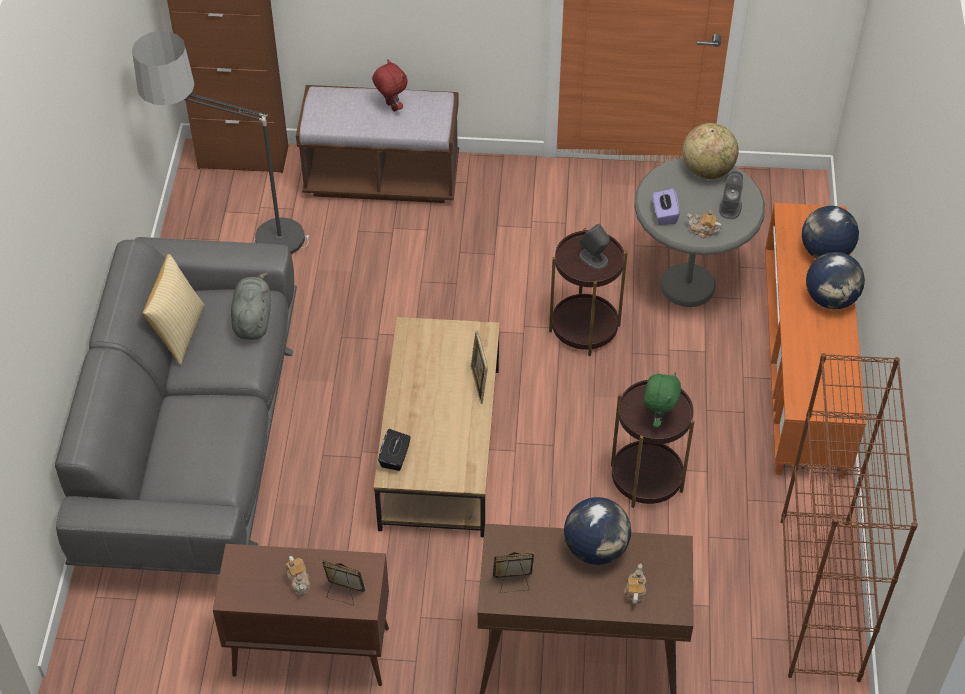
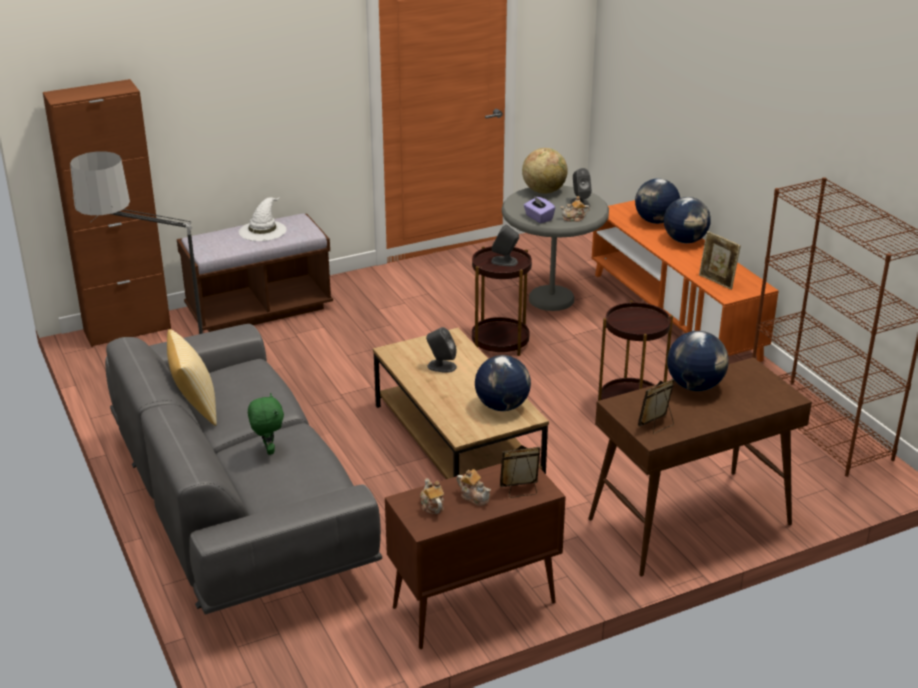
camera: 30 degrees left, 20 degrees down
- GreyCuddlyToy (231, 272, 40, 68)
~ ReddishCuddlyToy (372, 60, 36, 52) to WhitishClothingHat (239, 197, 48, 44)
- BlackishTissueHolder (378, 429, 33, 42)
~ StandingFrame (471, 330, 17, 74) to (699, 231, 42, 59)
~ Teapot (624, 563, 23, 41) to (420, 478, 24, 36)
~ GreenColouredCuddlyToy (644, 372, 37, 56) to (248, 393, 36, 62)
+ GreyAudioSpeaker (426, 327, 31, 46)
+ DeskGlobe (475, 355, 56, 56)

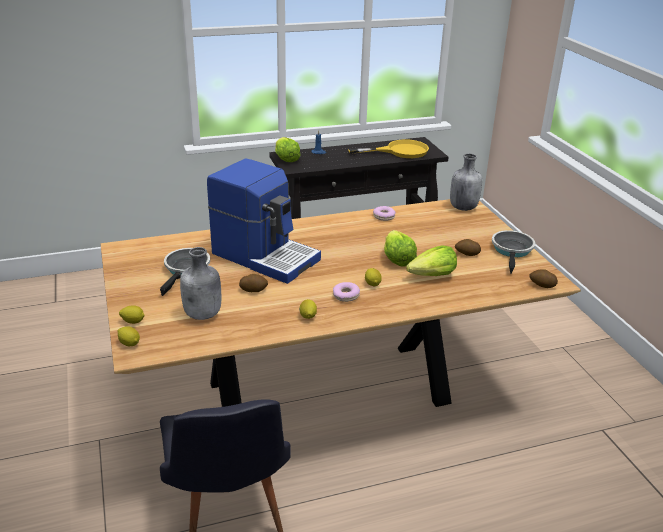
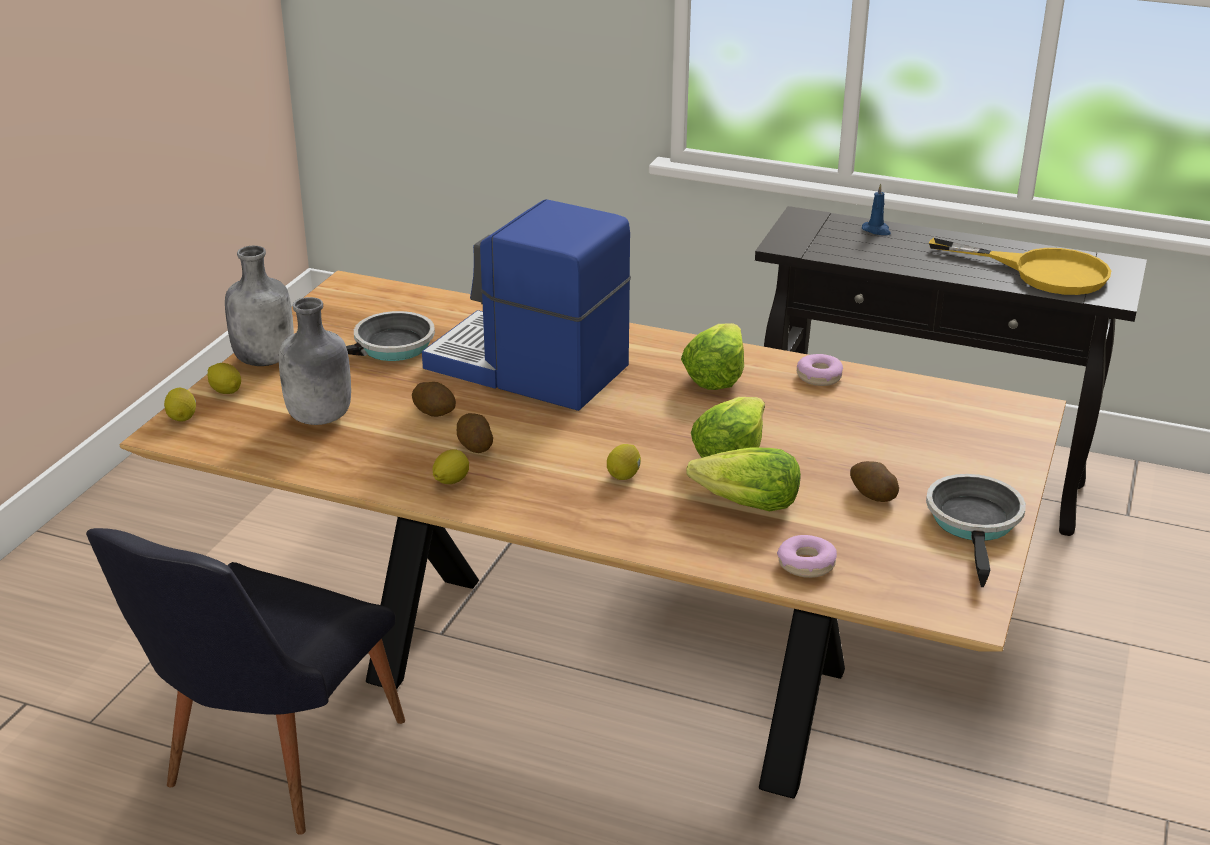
camera: 40 degrees right, 0 degrees up
~ CoffeeBrewer (207, 158, 114, 126) = (422, 200, 209, 211) 135 degrees clockwise
~ HeadOfLettuce (275, 137, 26, 25) to (681, 323, 63, 67)
~ Doughnut (333, 282, 27, 20) to (777, 535, 60, 43)
~ GreyDrinkBottle (450, 154, 32, 57) to (225, 246, 69, 120)
~ Pan (492, 230, 43, 44) = (926, 474, 100, 113) 45 degrees counterclockwise
~ WholePotato (530, 269, 28, 19) to (457, 413, 36, 40)

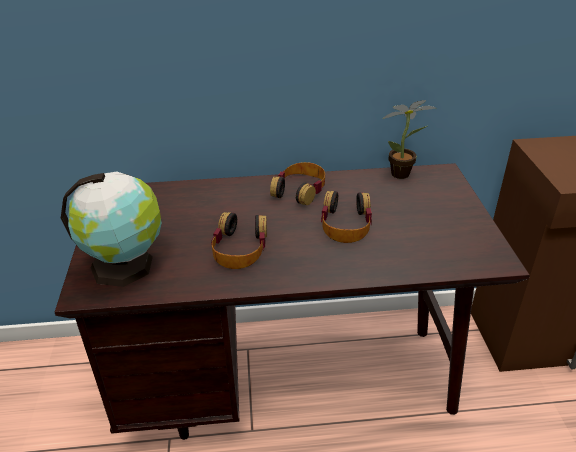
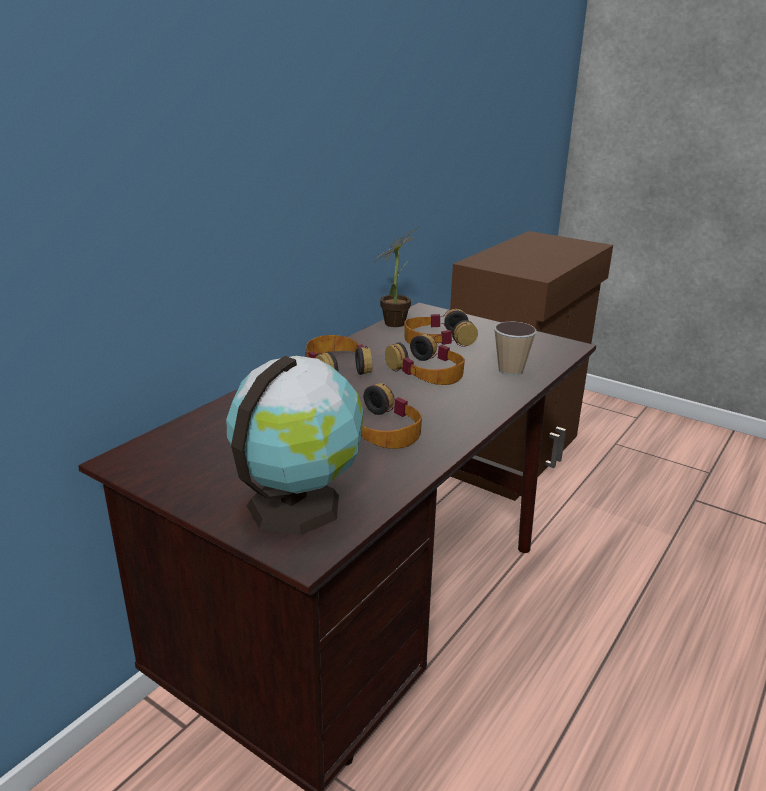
camera: 50 degrees left, 10 degrees down
+ Headphones (404, 308, 74, 39)
+ SmallCup (494, 321, 43, 55)

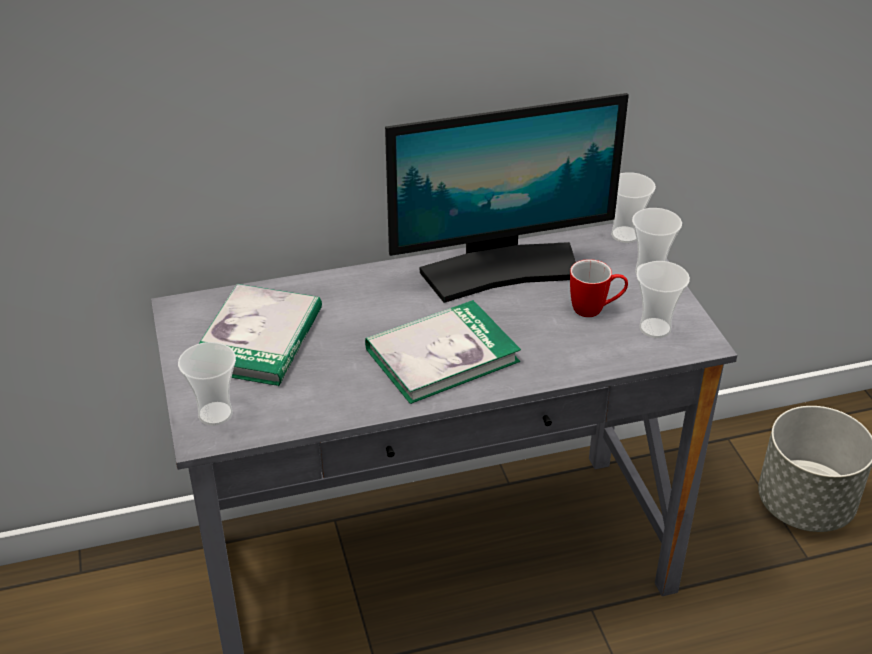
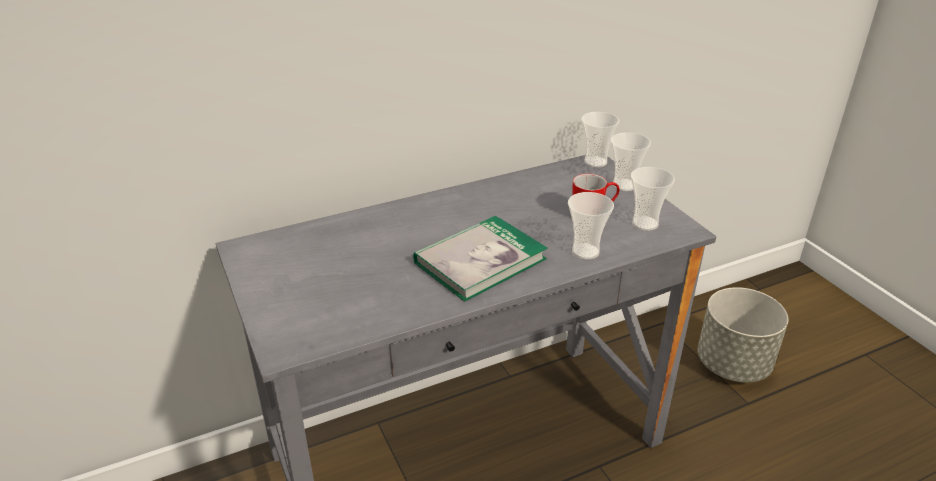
camera: 10 degrees left, 5 degrees down
~ SmallCup (178, 342, 58, 84) to (568, 192, 46, 68)
- BoundBook (199, 284, 123, 102)
- ComputerDisplay (385, 93, 244, 210)

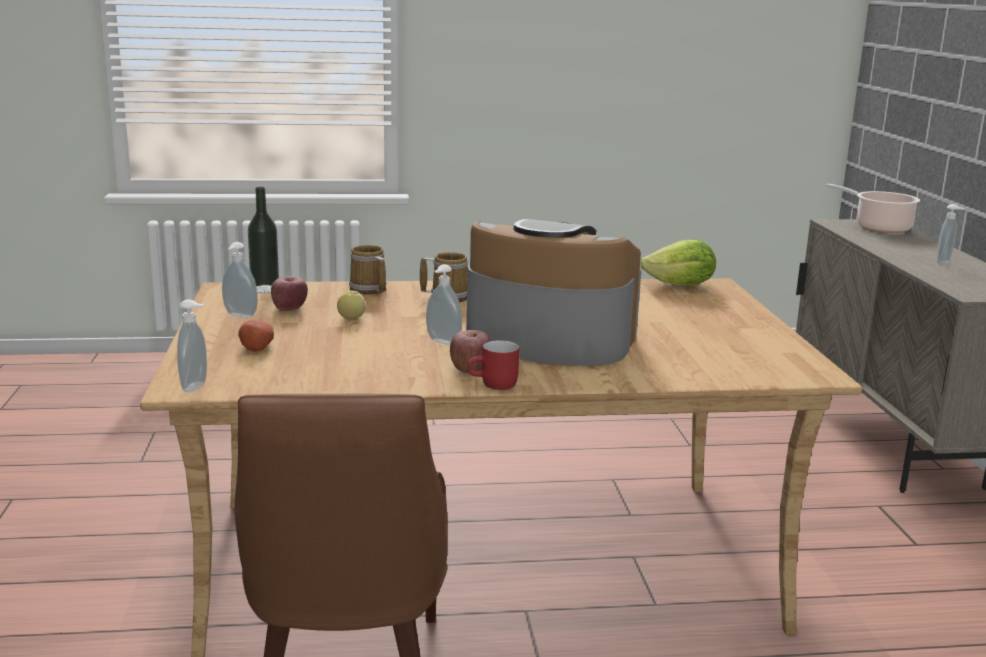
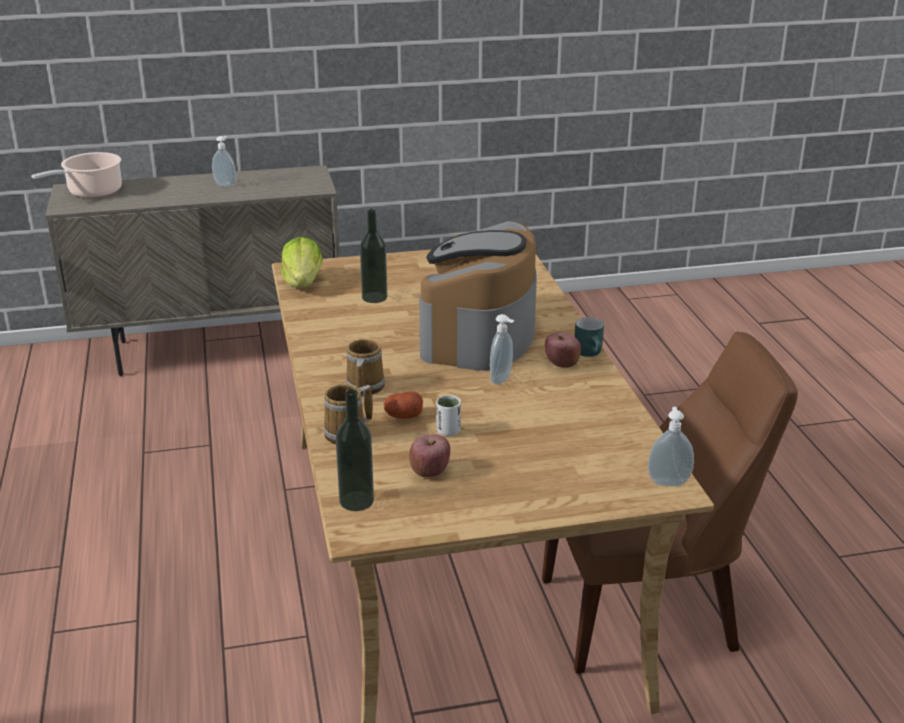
camera: 95 degrees left, 10 degrees up
- SoapDispenser (222, 242, 36, 76)
~ WholePotato (238, 320, 36, 31) to (384, 392, 39, 27)
~ WholeApple (337, 291, 29, 28) to WhitishSmallCup (436, 395, 25, 41)
~ ReddishTeaMug (467, 340, 53, 50) to TurquoiseColouredTeaMug (574, 317, 30, 40)
+ DrinkBottle (360, 209, 27, 94)

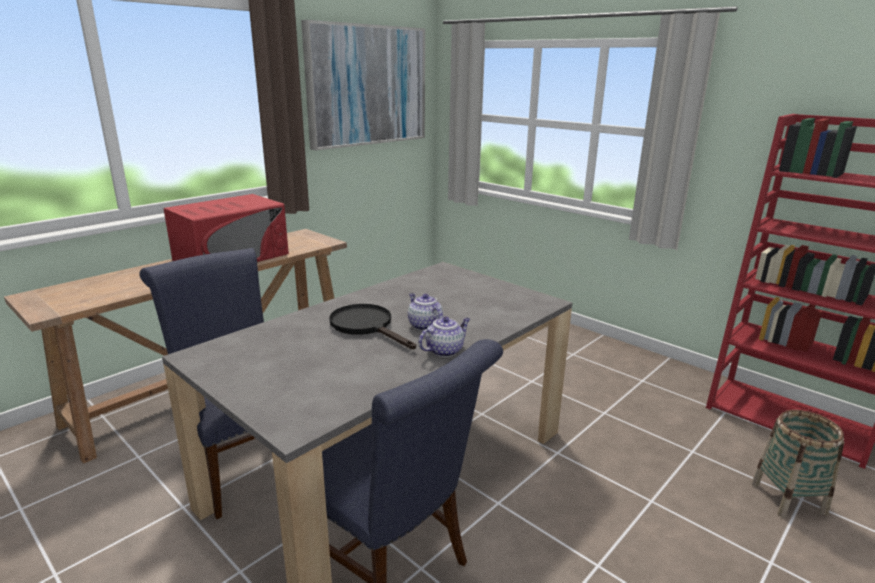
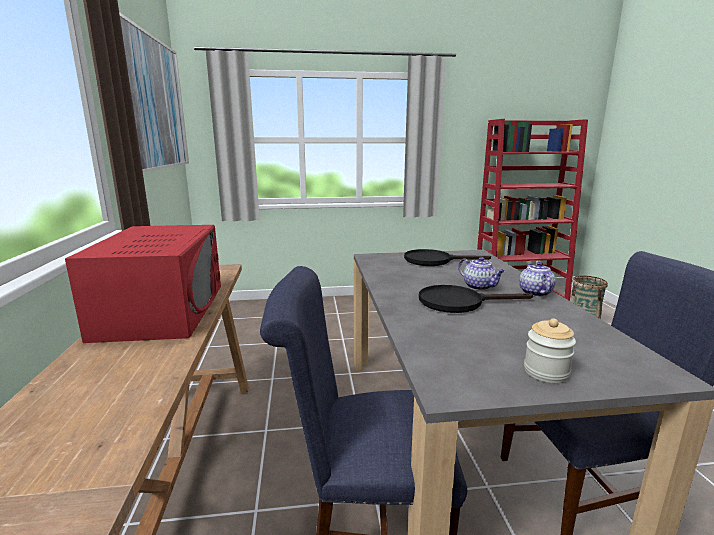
camera: 50 degrees left, 5 degrees down
~ Teapot (408, 293, 35, 38) = (458, 257, 47, 33) 135 degrees counterclockwise
+ BlackishPan (404, 249, 87, 17)
+ PreserveJar (524, 318, 52, 65)

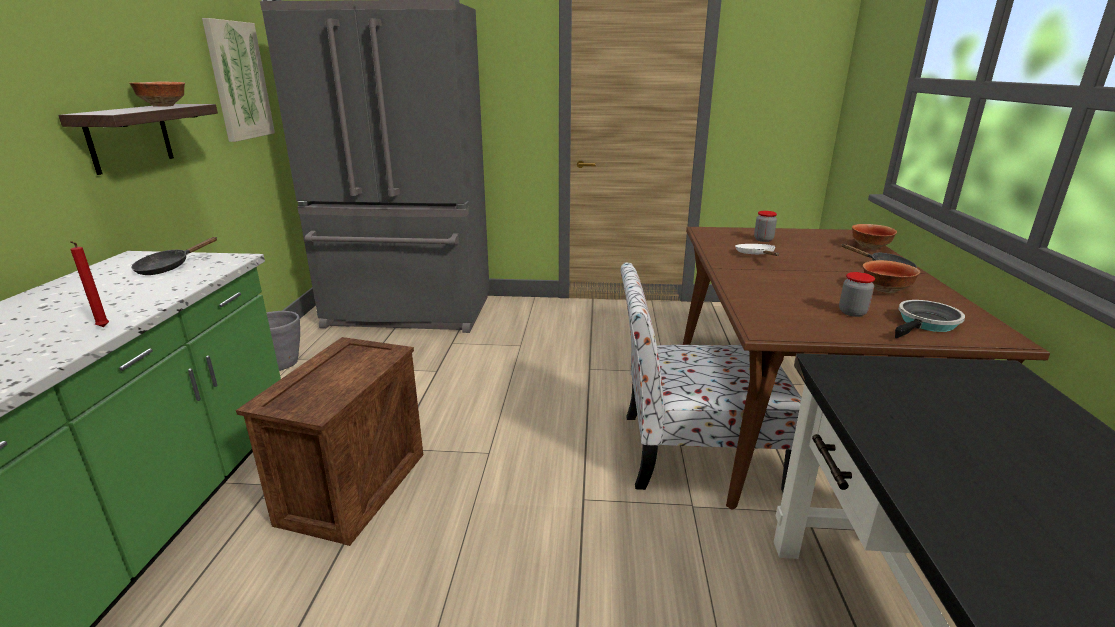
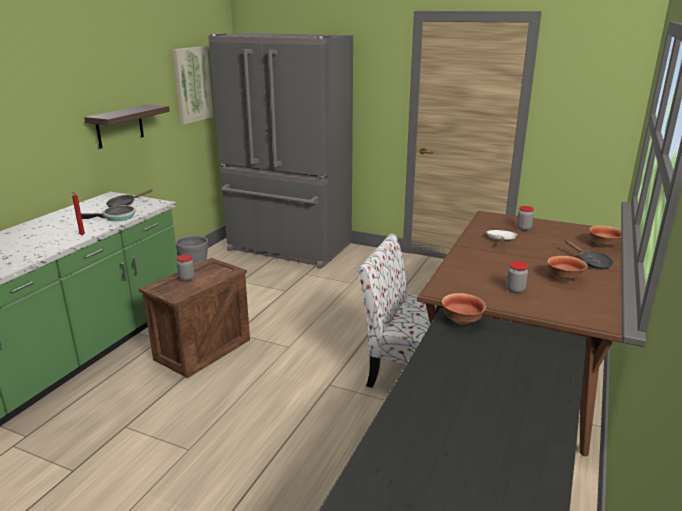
camera: 20 degrees right, 0 degrees up
~ Bowl (129, 81, 56, 26) to (442, 293, 44, 32)
~ Pan (895, 300, 70, 38) to (81, 205, 55, 16)
+ PreserveJar (177, 255, 18, 26)

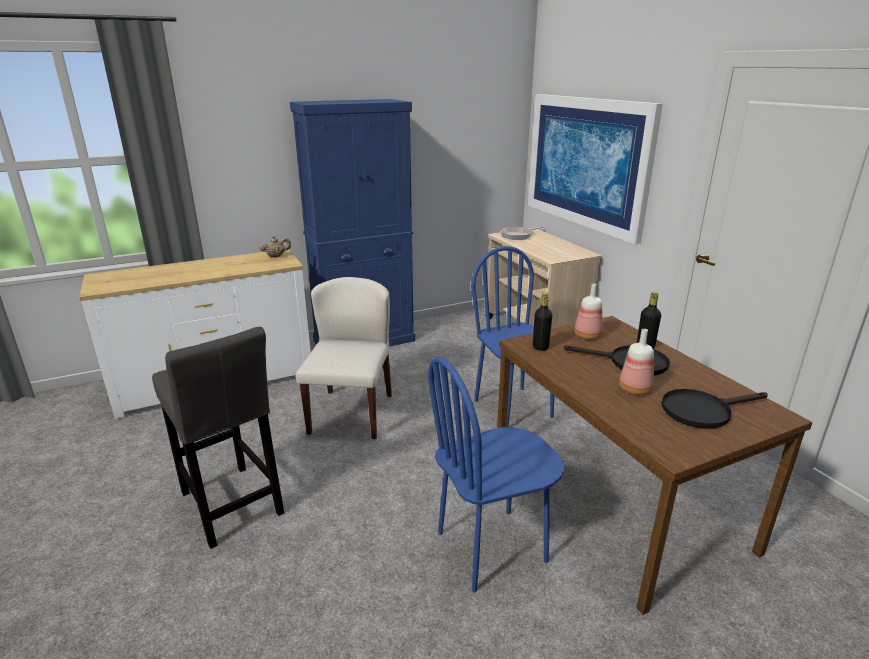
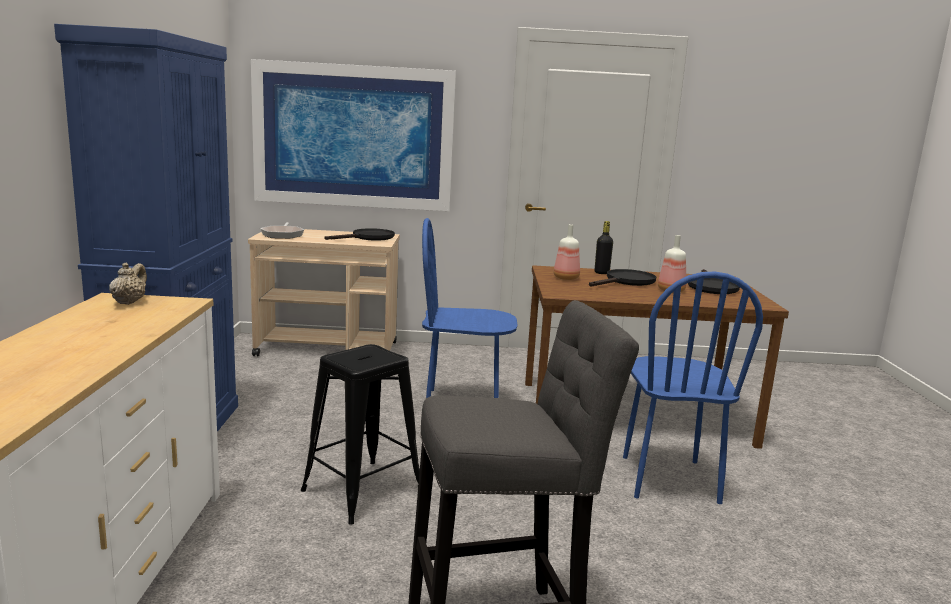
camera: 65 degrees left, 10 degrees down
~ BeigePlainChair (296, 277, 96, 162) to BlackishStool (301, 344, 119, 181)
- BlackishDrinkBottle (533, 292, 19, 59)
+ BlackishPan (325, 228, 70, 13)

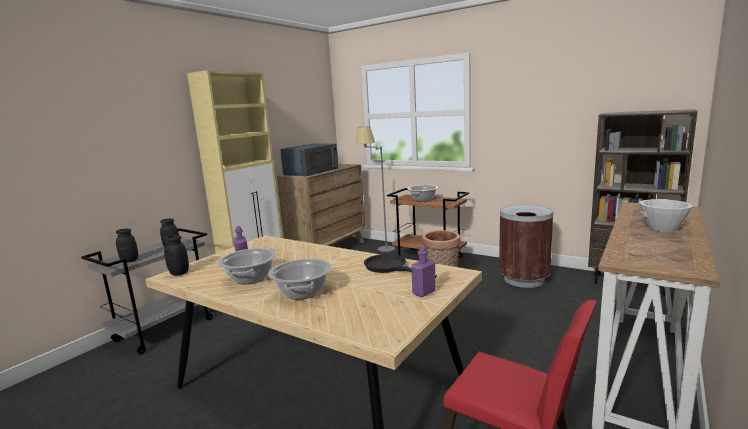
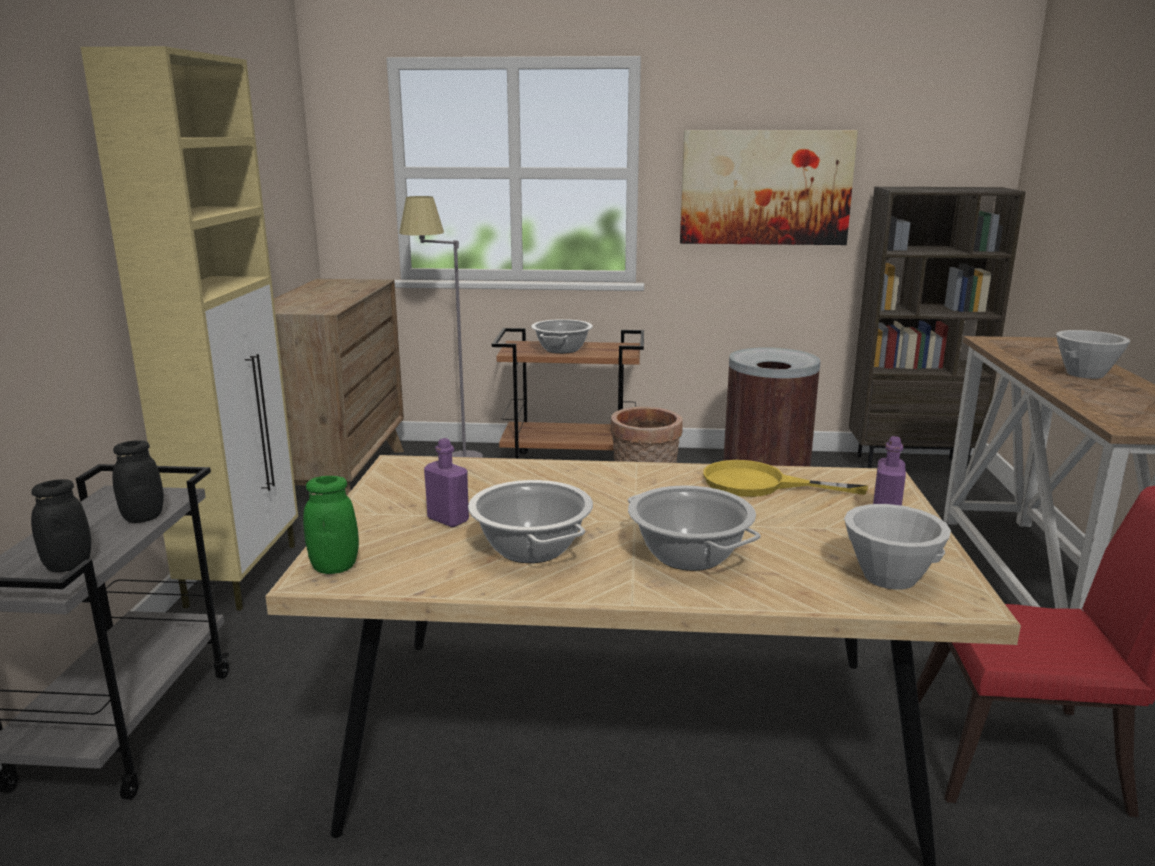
camera: 30 degrees left, 5 degrees up
~ BlackishPreserveJar (164, 235, 25, 41) to GreenColouredPreserveJar (303, 476, 56, 98)
- BlueKitchenMicrowave (280, 144, 58, 32)
~ BlackishPan (364, 254, 73, 24) to YellowPan (703, 460, 165, 37)
+ WallArt (680, 130, 178, 115)
+ WhitishBowl (844, 504, 107, 86)

